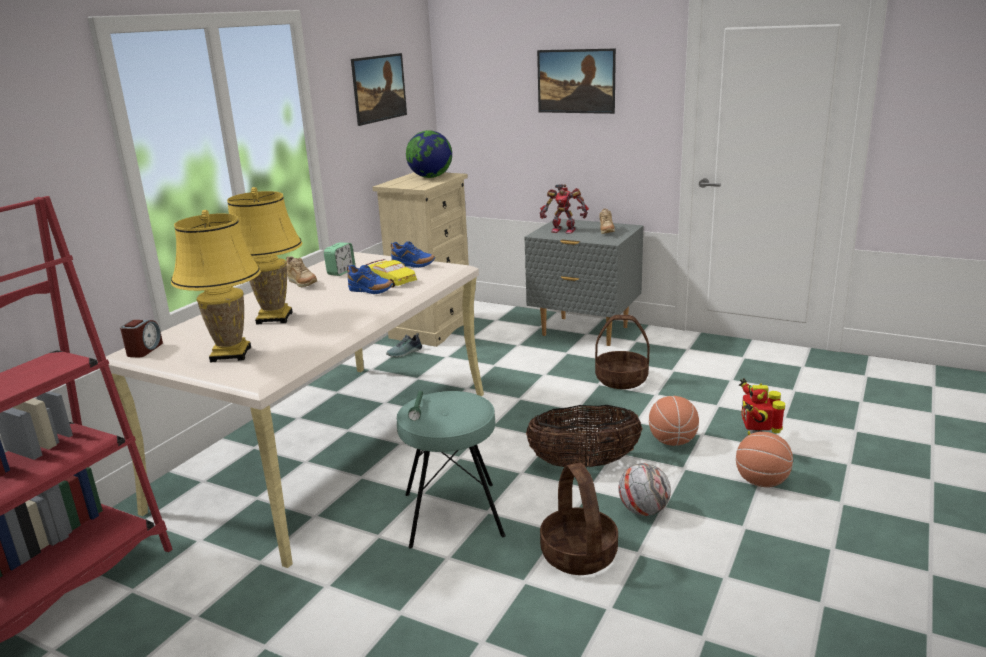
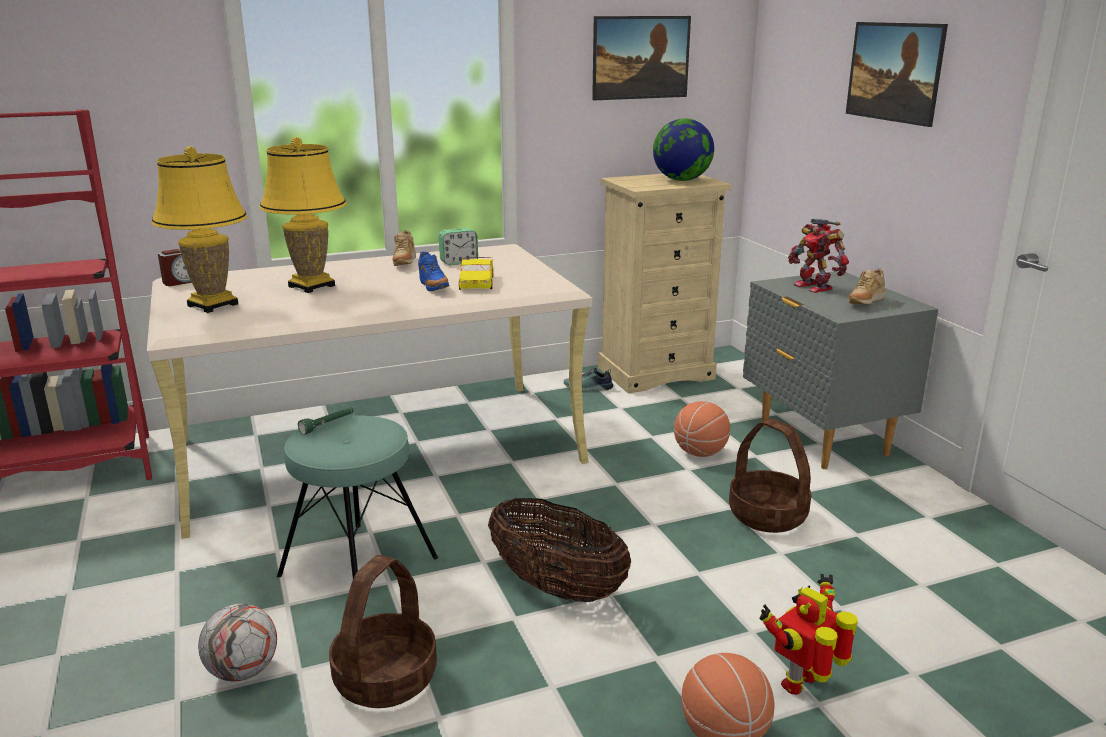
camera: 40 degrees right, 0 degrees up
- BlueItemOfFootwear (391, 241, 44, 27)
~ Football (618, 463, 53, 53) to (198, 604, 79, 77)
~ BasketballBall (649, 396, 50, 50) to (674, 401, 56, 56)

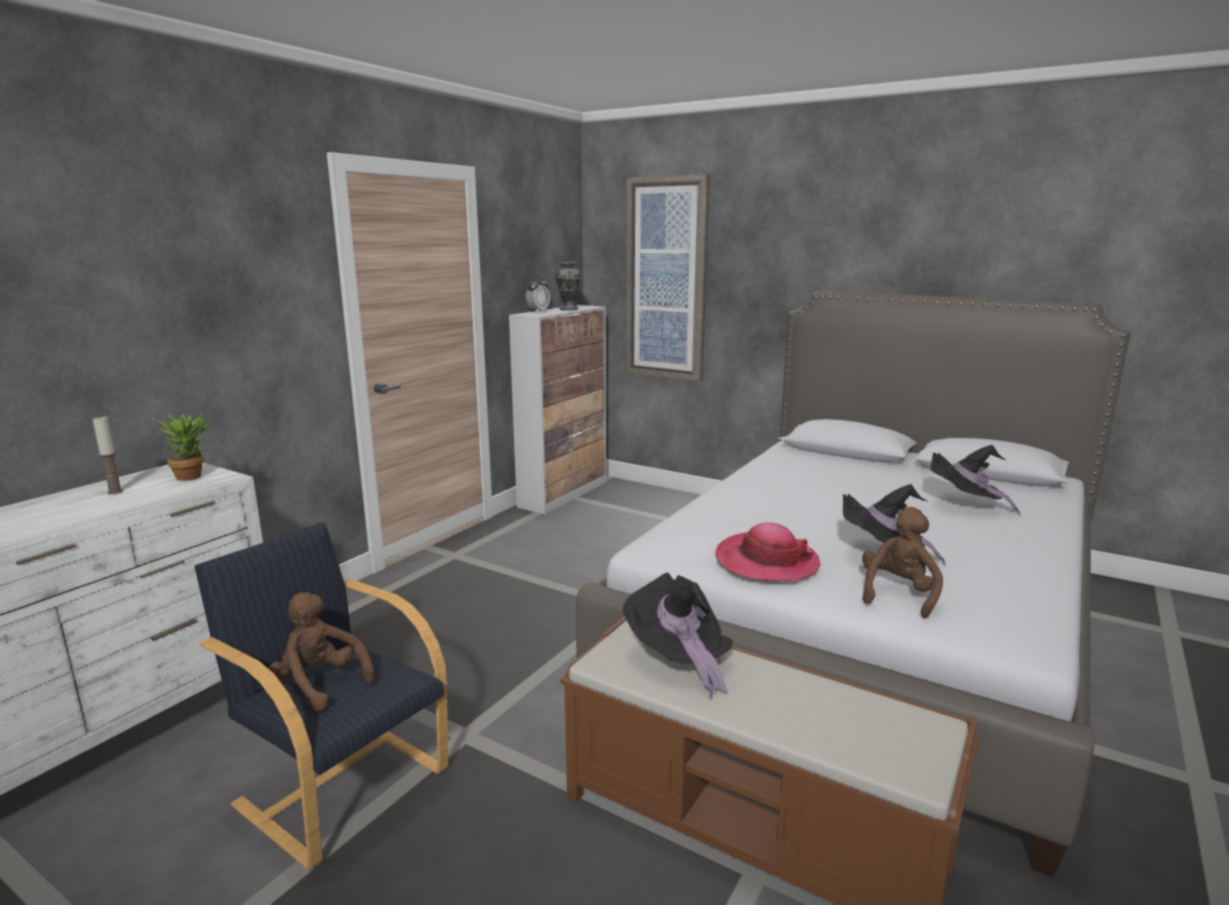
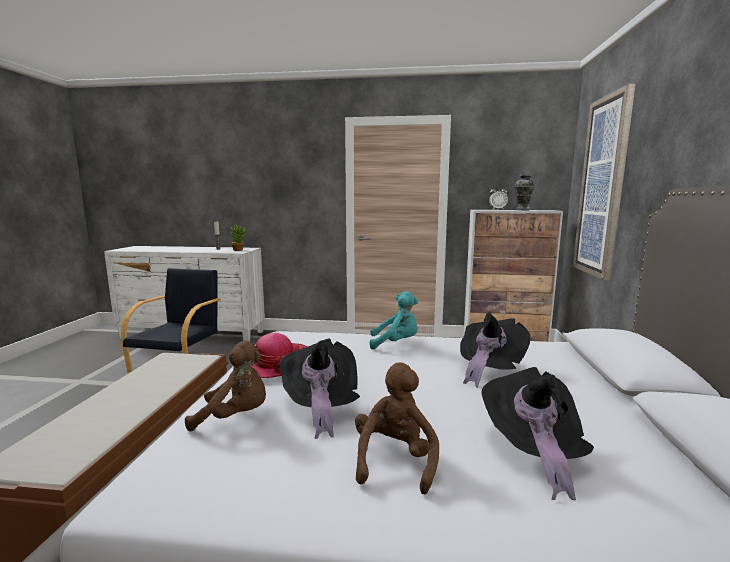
camera: 65 degrees right, 5 degrees down
~ BrownishCuddlyToy (268, 592, 107, 119) to (355, 362, 84, 132)
~ BlackishClothingHat (623, 573, 109, 126) to (460, 312, 70, 76)
+ TurquoiseColouredCuddlyToy (370, 291, 48, 59)

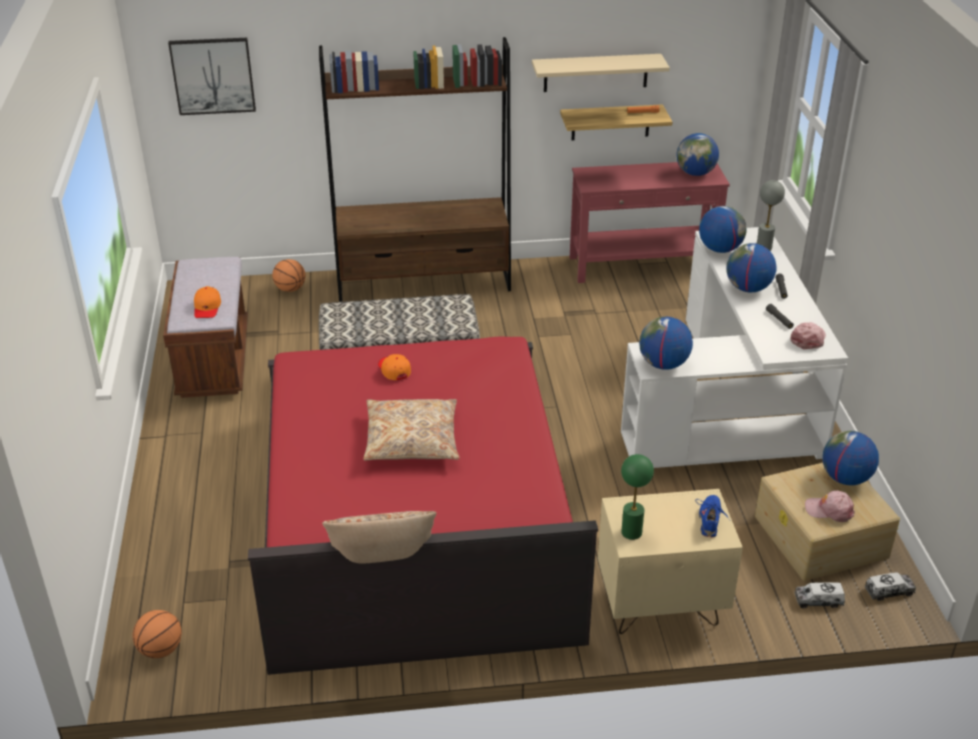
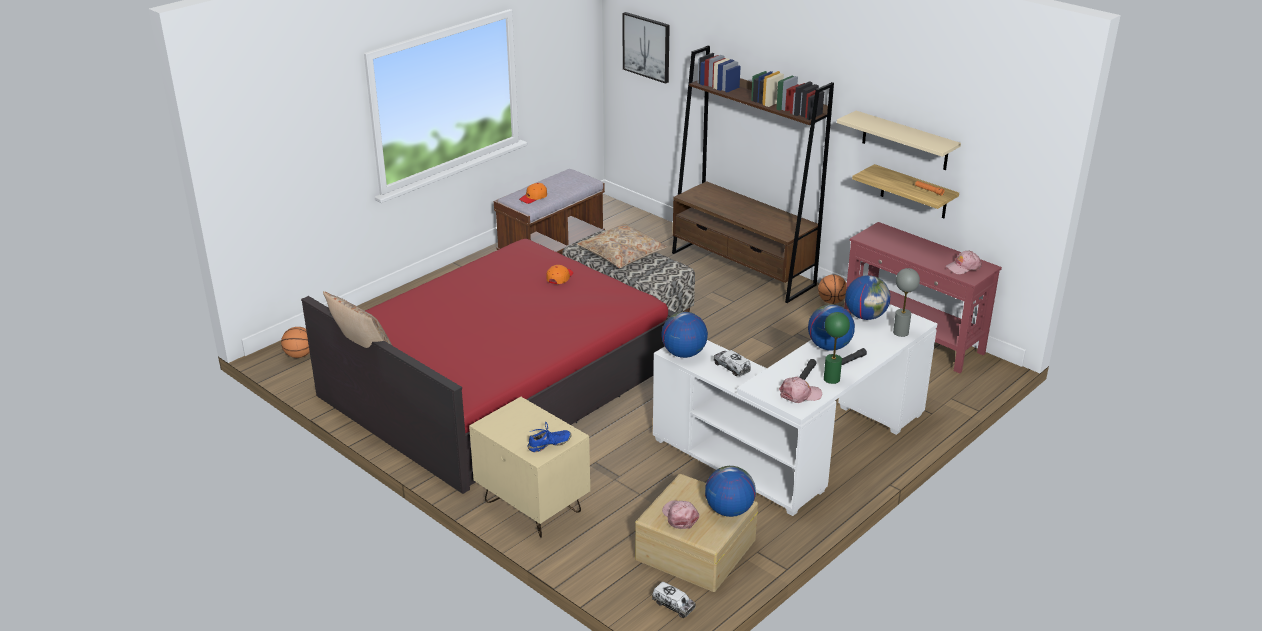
camera: 50 degrees right, 5 degrees down
~ BasketballBall (272, 259, 34, 33) to (818, 274, 29, 30)
~ BeigeThrowPillow (363, 399, 97, 61) to (577, 223, 91, 45)
~ GreenColouredTabletopLamp (621, 454, 33, 86) to (824, 312, 26, 72)
~ DeskGlobe (677, 133, 42, 43) to PinkPeakedCap (946, 251, 36, 23)
~ ToyLorry (794, 582, 51, 26) to (713, 350, 38, 26)

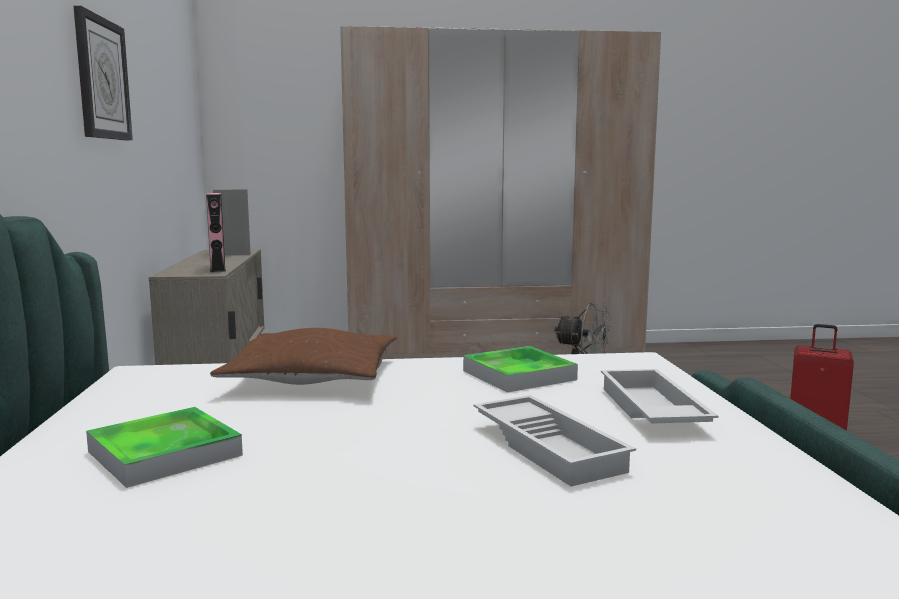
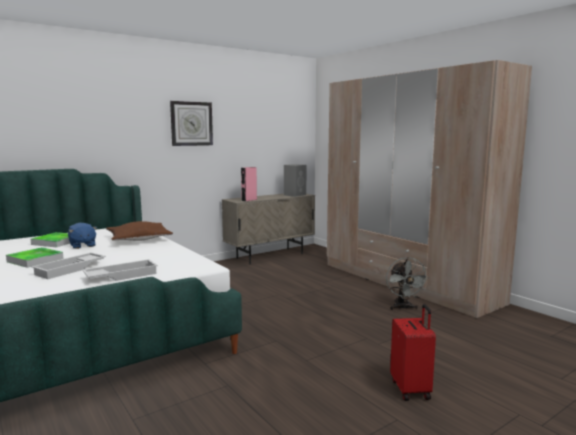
camera: 60 degrees right, 0 degrees up
~ ServingTray (463, 346, 115, 46) to (6, 247, 58, 21)
+ BlueCuddlyToy (68, 223, 29, 26)

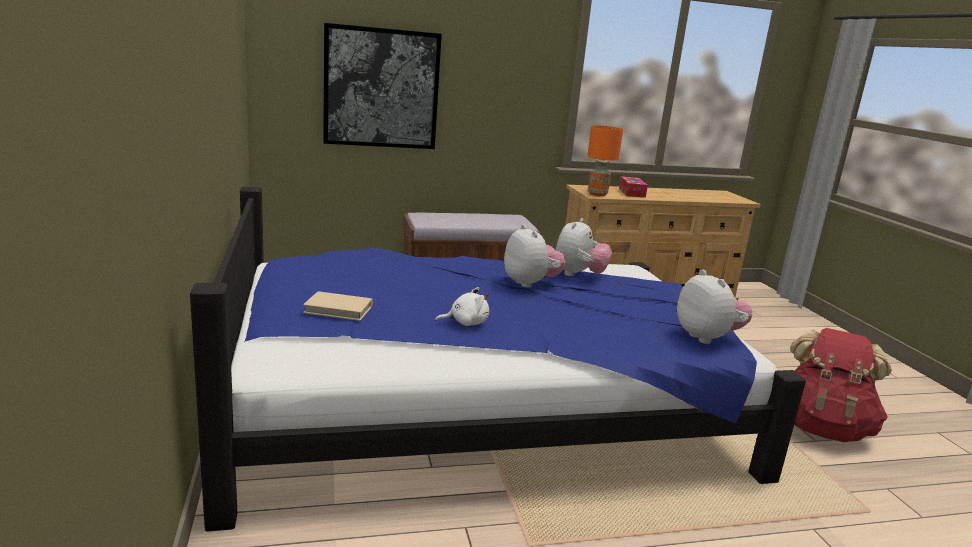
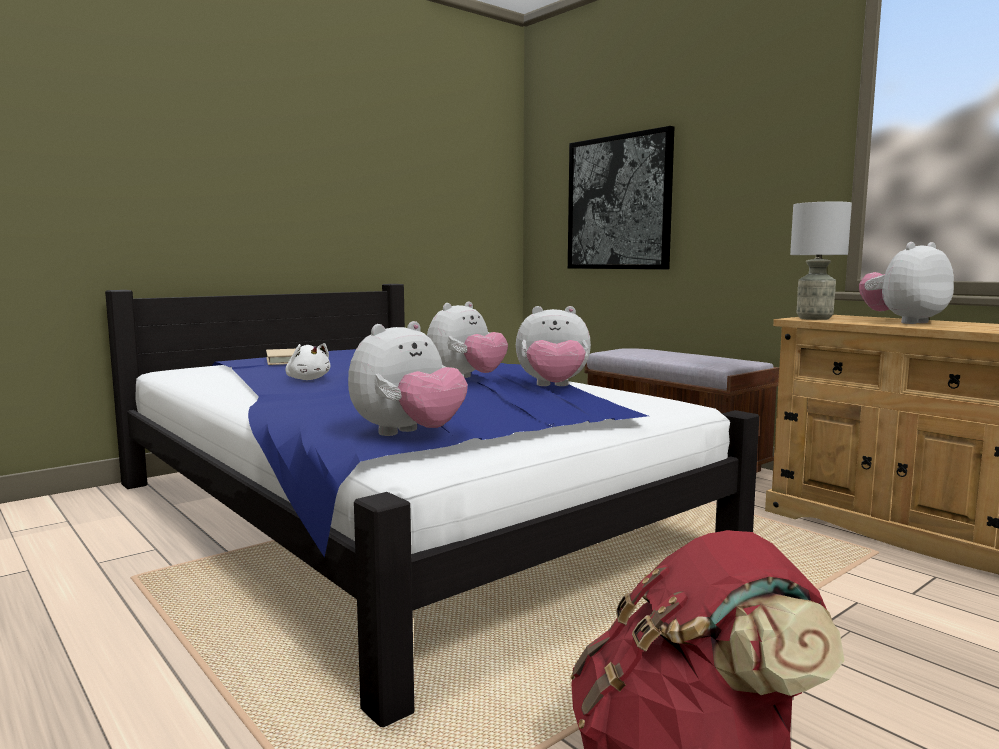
camera: 65 degrees right, 10 degrees down
~ OrangeyTabletopLamp (587, 125, 36, 71) to GreyTabletopLamp (790, 202, 62, 118)
~ TissueHolder (619, 176, 29, 22) to CuddlyToy (859, 242, 95, 82)

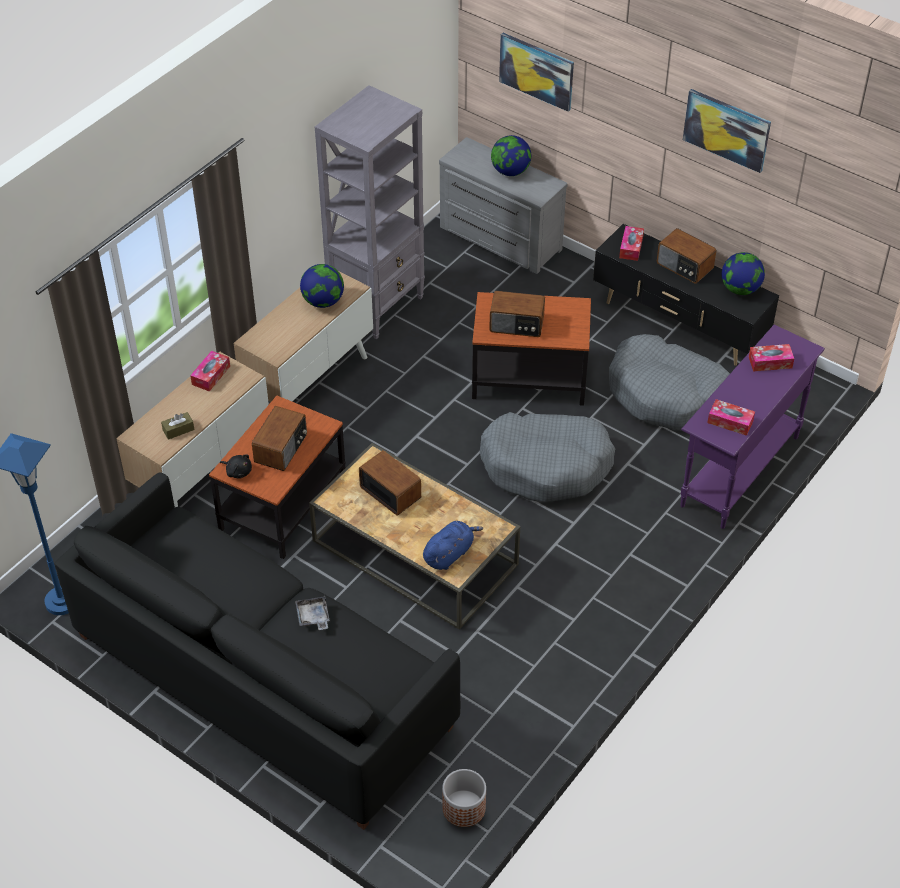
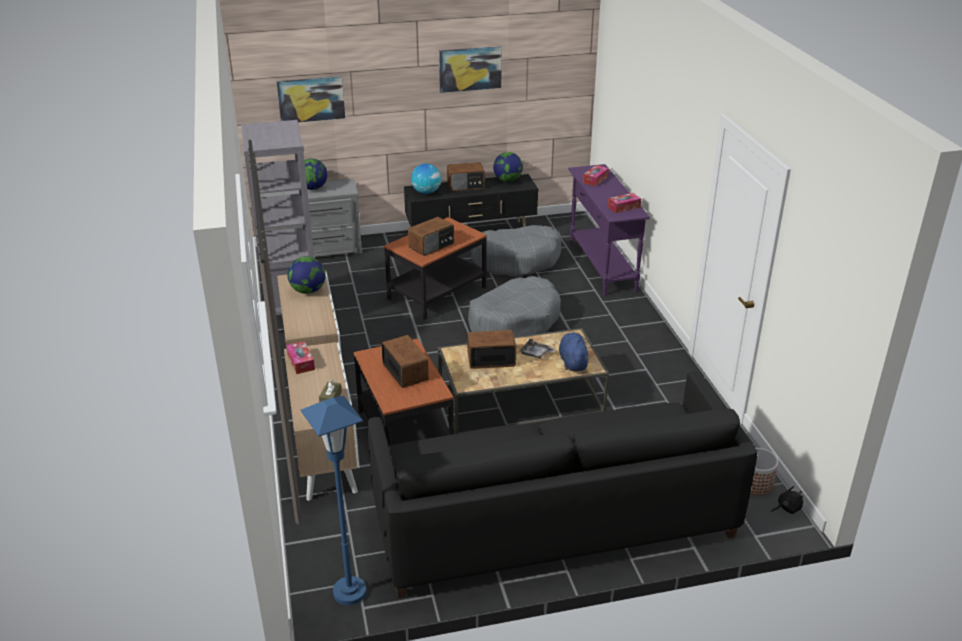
camera: 50 degrees left, 15 degrees down
~ BlackishCuddlyToy (220, 454, 32, 24) to (771, 486, 32, 28)
~ GreyServingTray (295, 595, 35, 35) to (520, 338, 35, 21)
~ TissueHolder (619, 226, 25, 35) to DeskGlobe (411, 164, 30, 30)

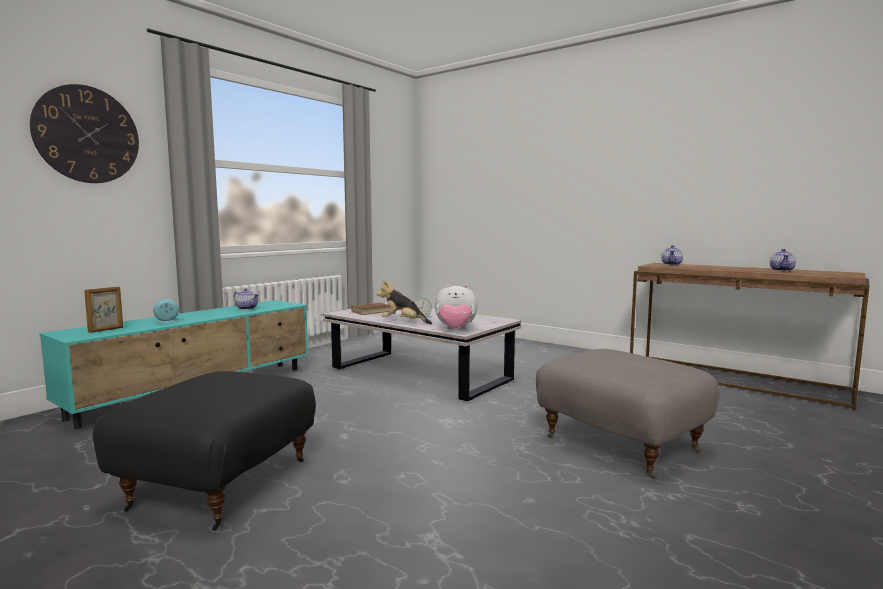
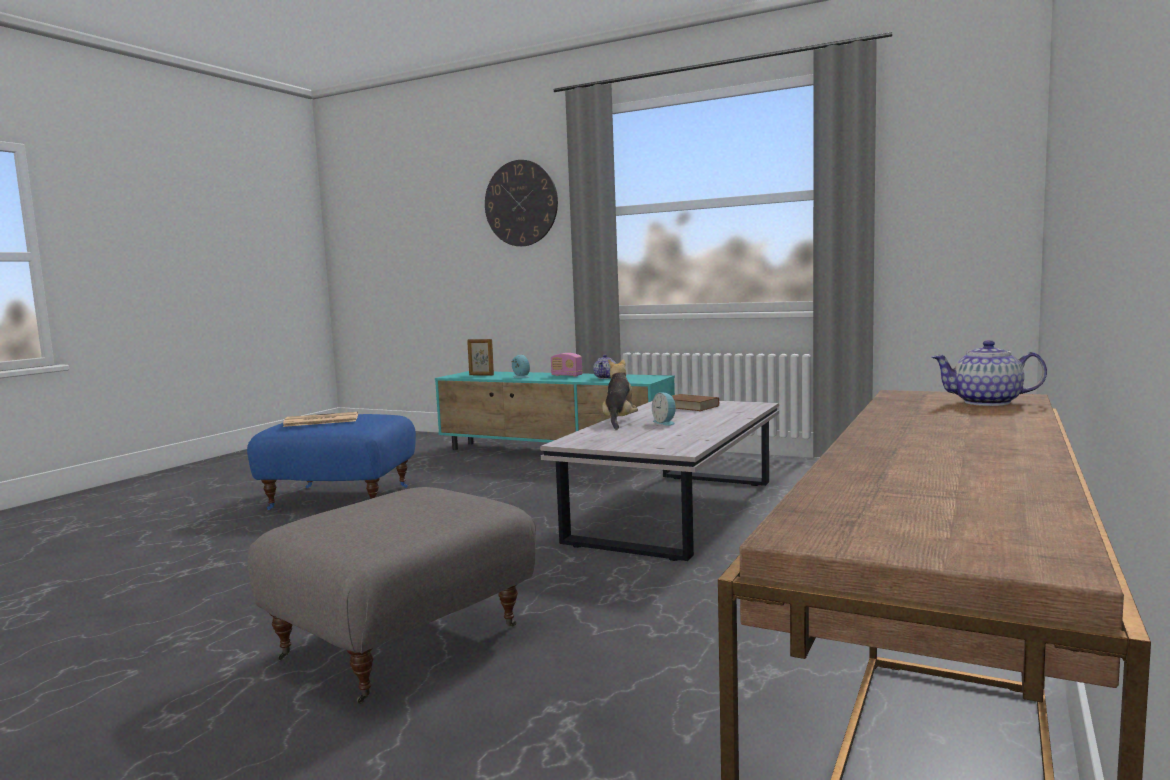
camera: 80 degrees right, 0 degrees up
~ BlackishFootrest (93, 371, 223, 159) to BlueFootrest (247, 414, 169, 96)
- CuddlyToy (435, 284, 43, 46)
- Teapot (770, 249, 26, 22)
+ Newspaper (283, 412, 75, 15)
+ Radio (551, 353, 32, 24)

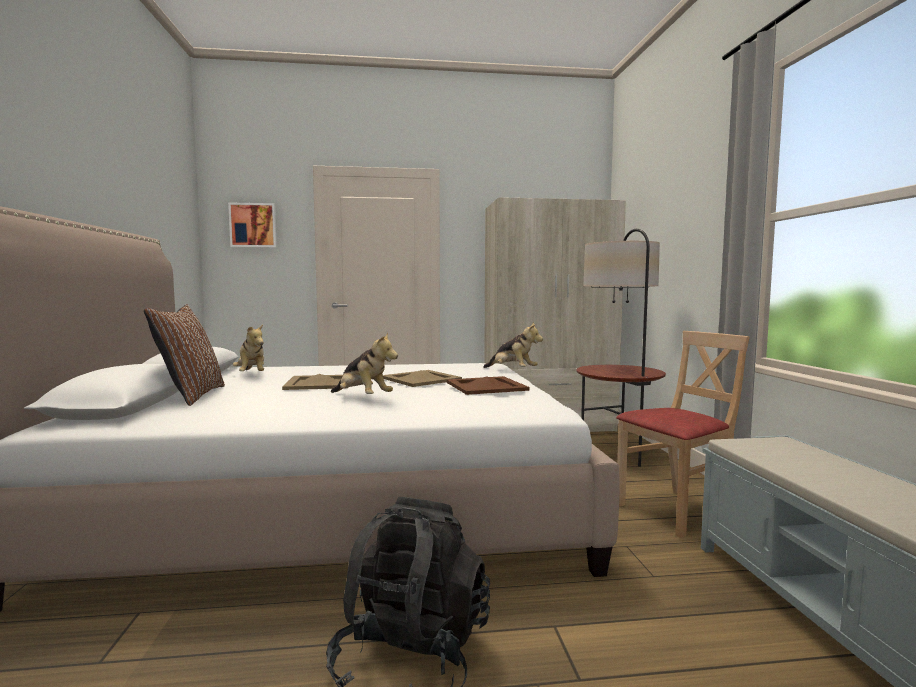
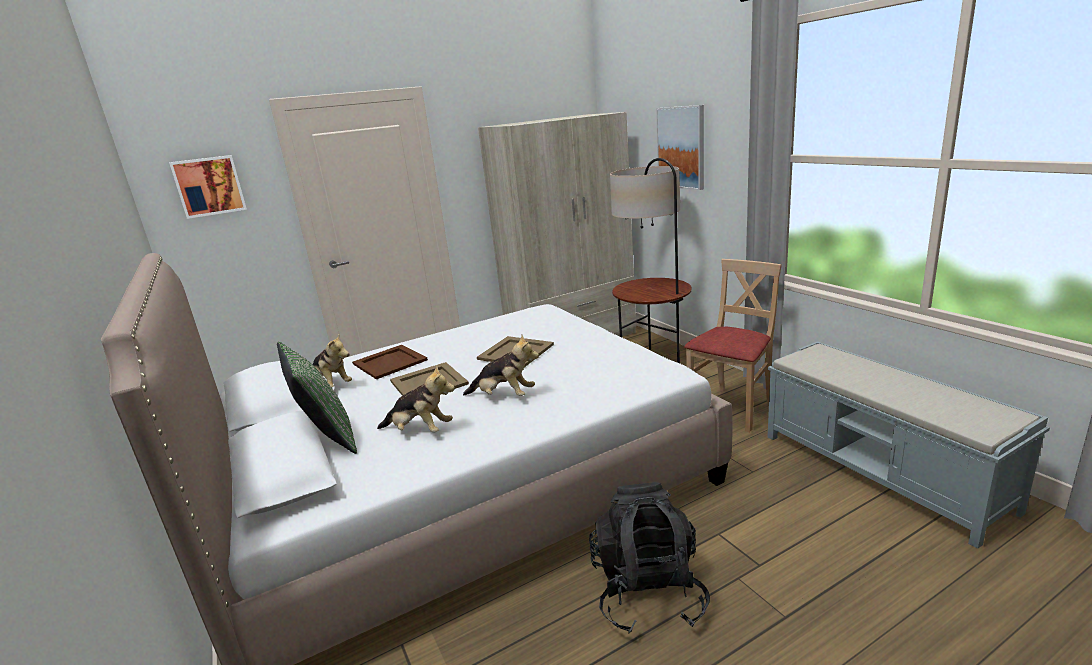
camera: 20 degrees left, 15 degrees up
~ BrownishThrowPillow (144, 304, 81, 102) to GreenColouredThrowPillow (277, 342, 80, 112)
~ BrownishServingTray (447, 376, 83, 19) to (352, 345, 76, 34)
~ CuddlyToy (483, 322, 60, 46) to (377, 365, 78, 68)
+ WallArt (656, 105, 48, 85)

